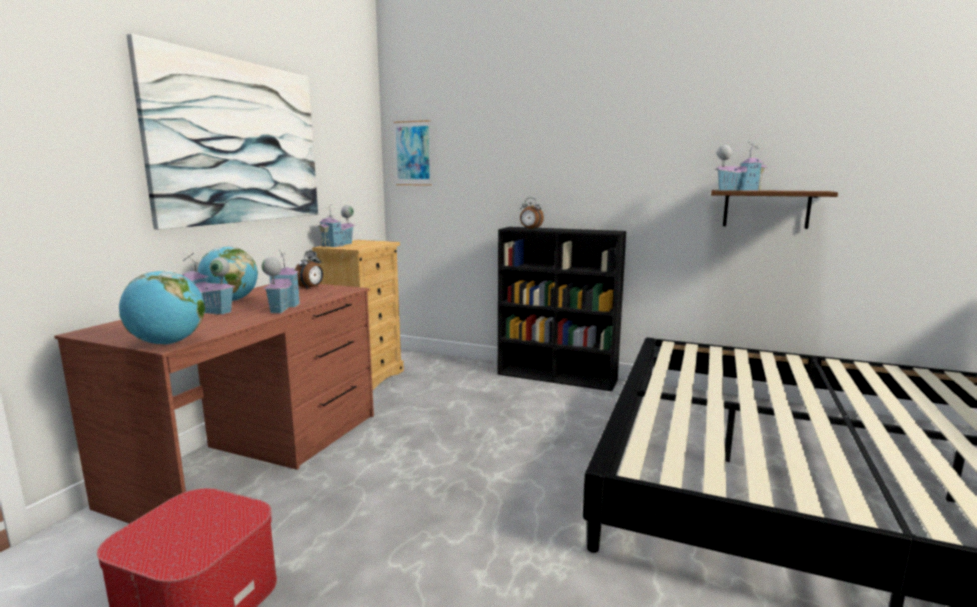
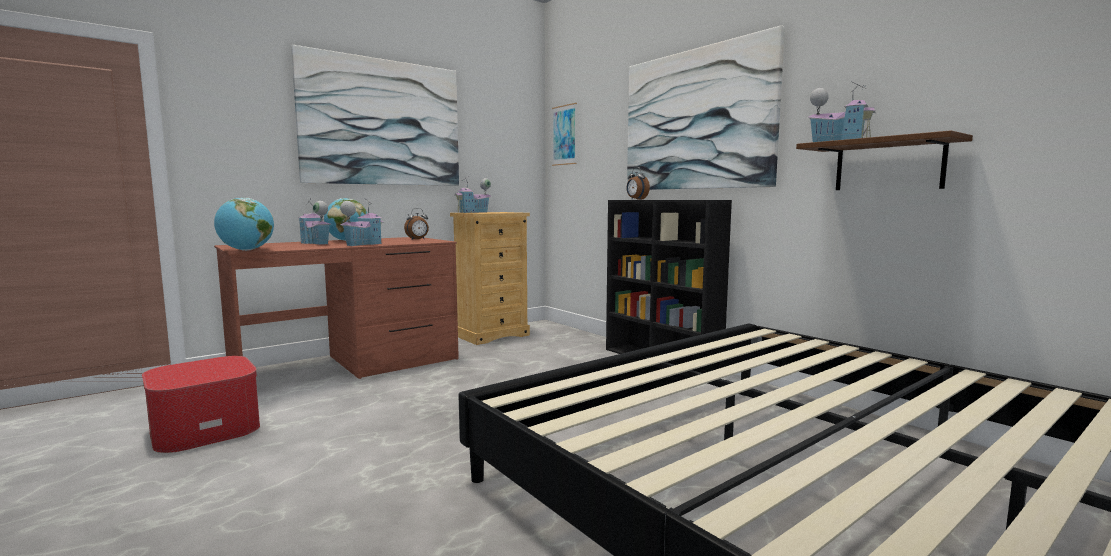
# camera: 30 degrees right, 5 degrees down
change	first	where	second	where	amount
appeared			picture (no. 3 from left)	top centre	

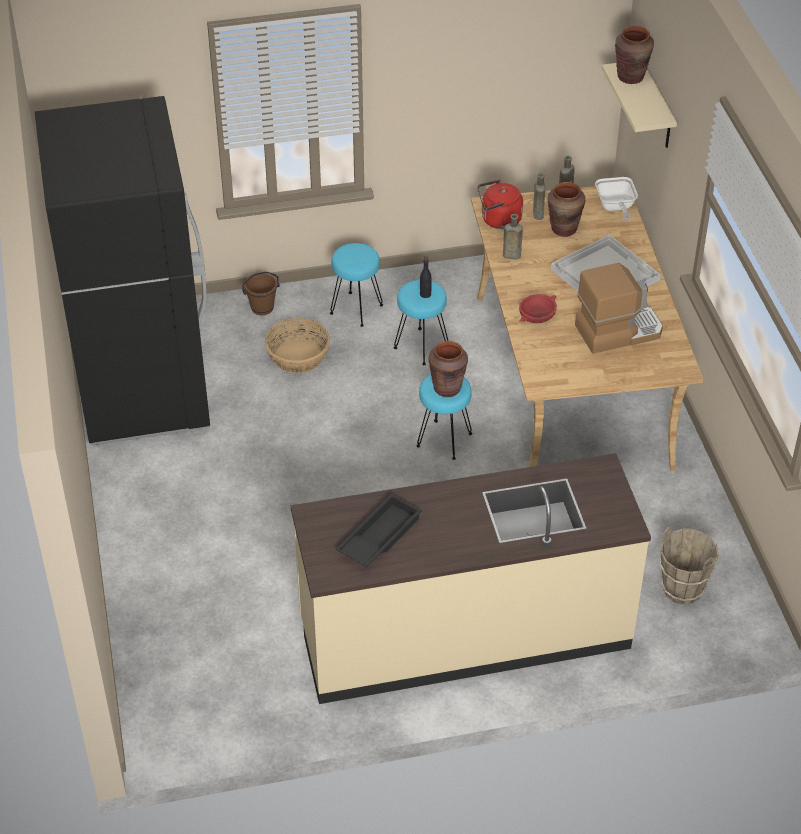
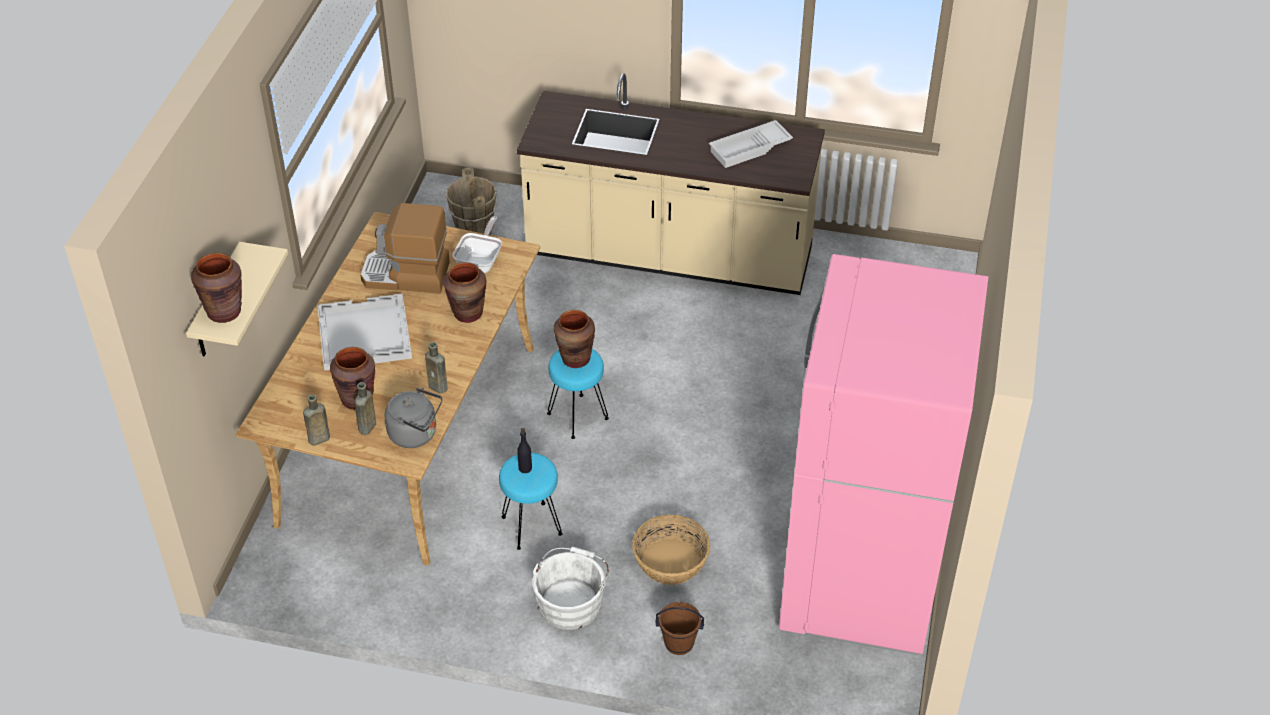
# camera: 155 degrees left, 0 degrees up
change	first	where	second	where	amount
colour	black fridge	top left	pink fridge	middle right	
relocated	frying pan	top right		centre	
colour	red kettle	top centre	grey kettle	middle left	
exchanged	turquoise stool (no. 1 from left)	centre	white bucket	bottom centre	
exchanged	red bowl	middle right	brown vase (no. 3 from left)	centre	
colour	black tray	centre	white tray (no. 2 from left)	top centre	

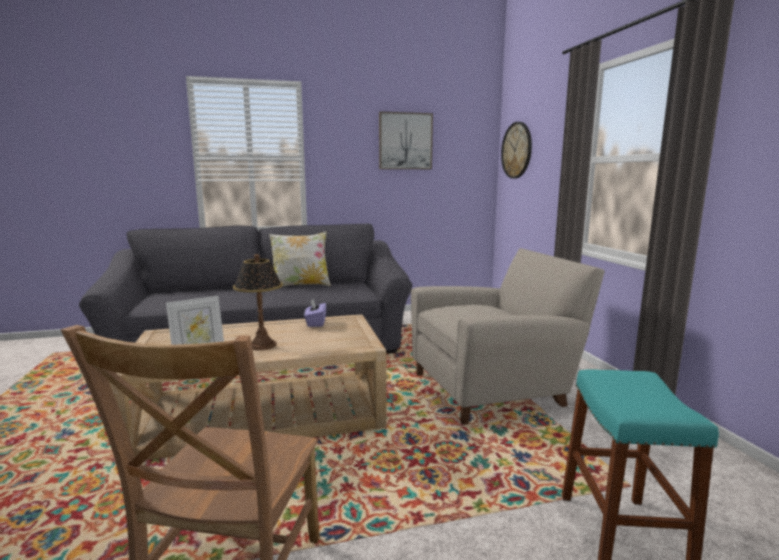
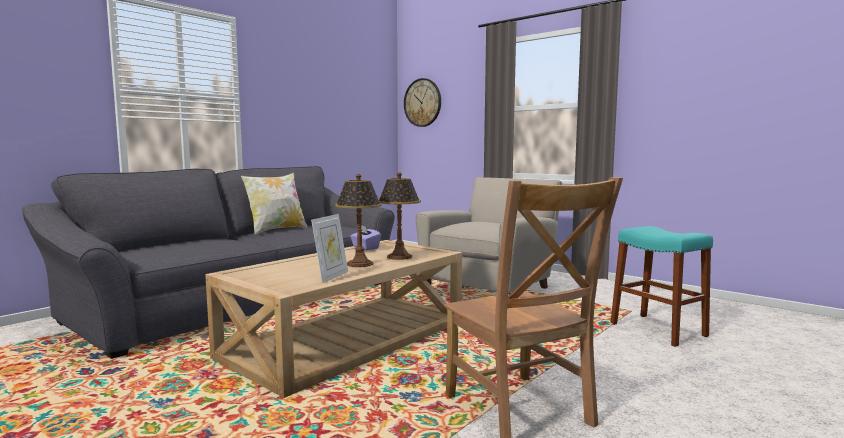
# camera: 35 degrees left, 5 degrees down
change	first	where	second	where	amount
missing	picture	top centre			
appeared			table lamp (no. 2 from left)	centre	

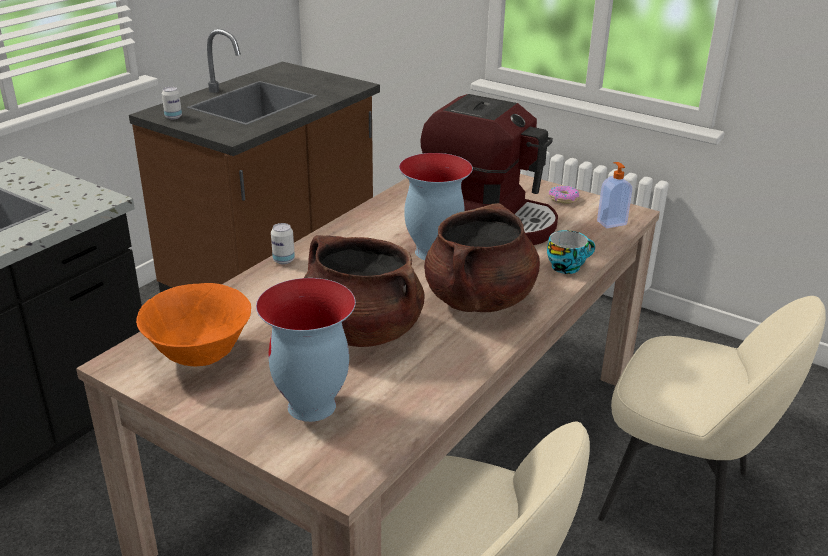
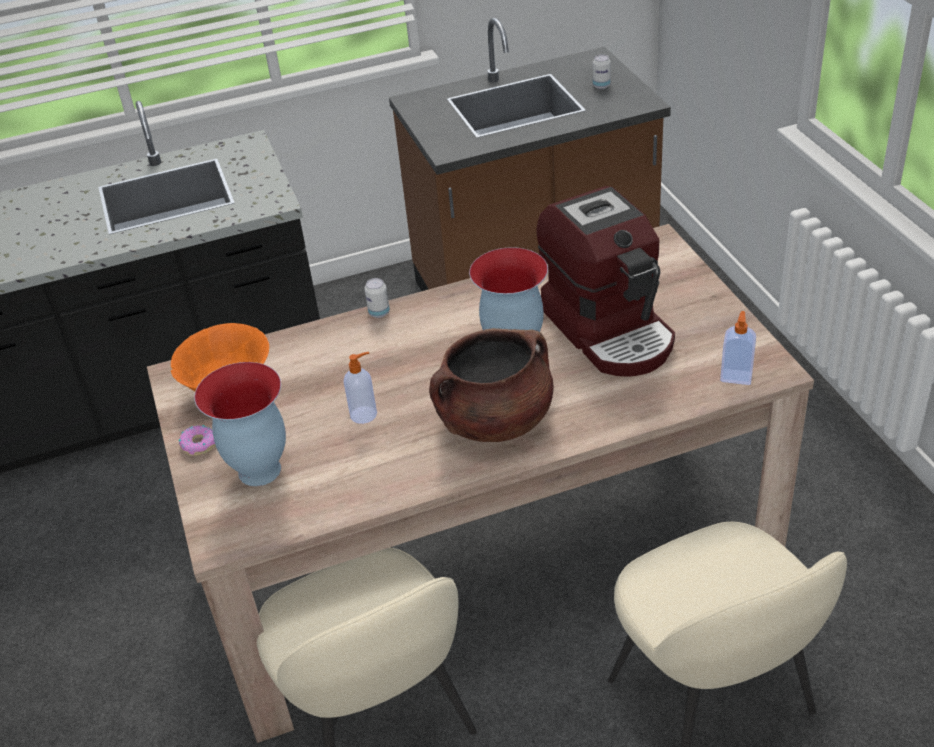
# camera: 40 degrees right, 10 degrees up
change	first	where	second	where	amount
relocated	can (no. 1 from left in the first image)	top left	can (no. 2 from left)	top centre	
relocated	donut	middle right		middle left	
missing	cup	middle right			
exchanged	brown cooking pot (no. 1 from left)	centre	soap dispenser (no. 1 from left)	centre	

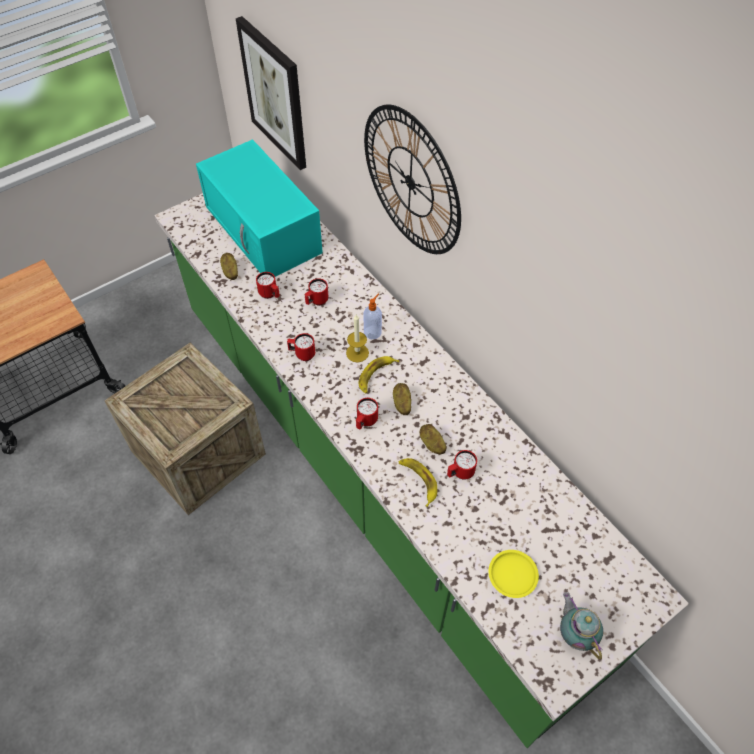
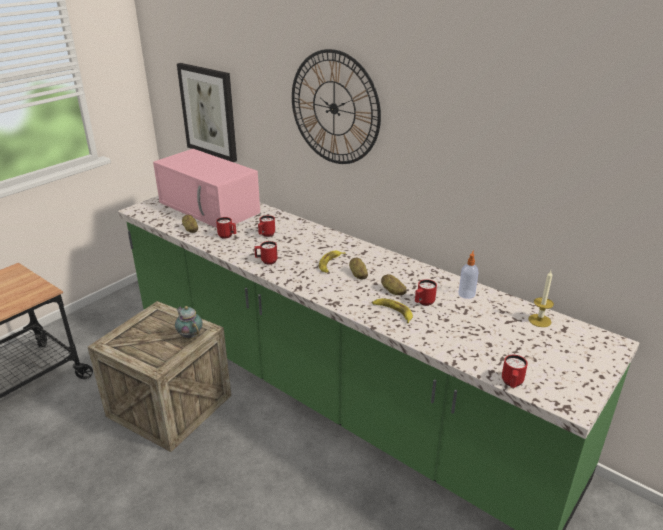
# camera: 15 degrees left, 25 degrees down
change	first	where	second	where	amount
colour	turquoise microwave	top centre	pink microwave	middle left	
relocated	soap dispenser	centre		middle right	
relocated	candle	centre		middle right	
relocated	red mug (no. 4 from left in the first image)	centre	red mug (no. 5 from left)	bottom right	
missing	yellow plate	bottom right			
relocated	teapot	bottom right		middle left	

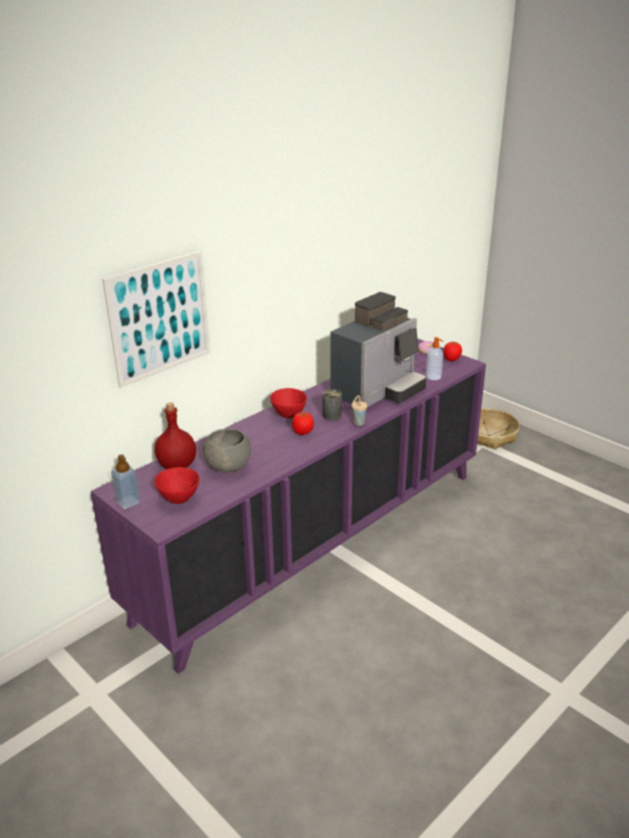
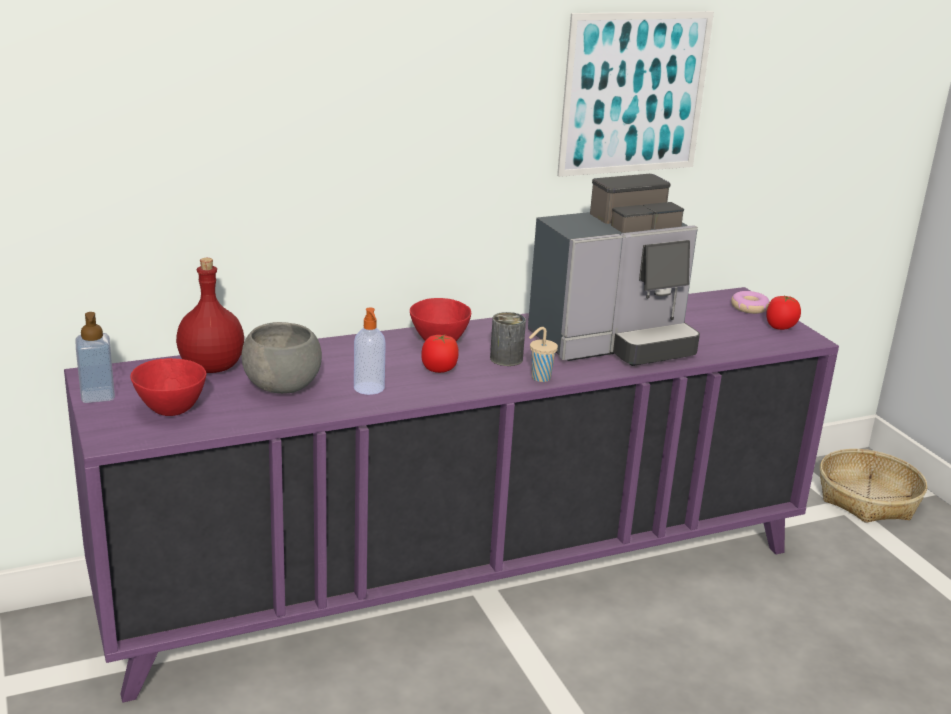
# camera: 20 degrees right, 5 degrees down
change	first	where	second	where	amount
relocated	picture	middle left		top right	
relocated	soap dispenser (no. 2 from left)	middle right		centre	

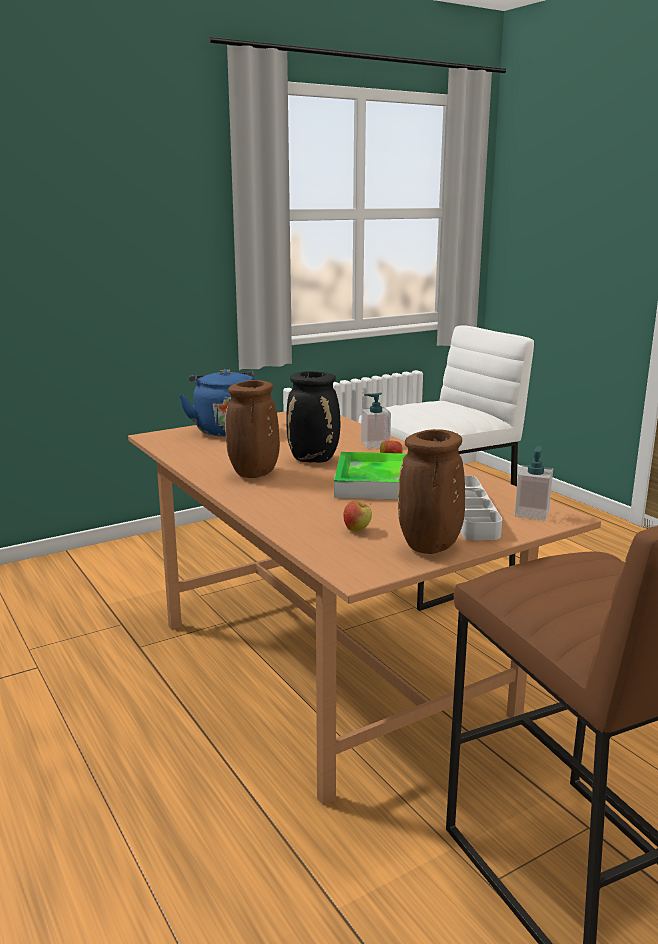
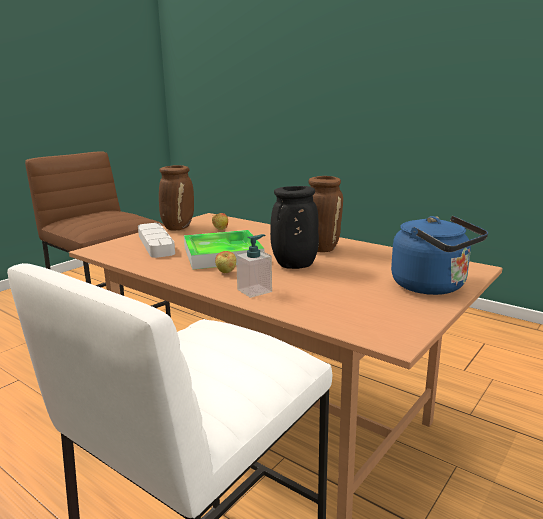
# camera: 160 degrees right, 0 degrees up
change	first	where	second	where	amount
missing	soap dispenser (no. 2 from left)	middle right			

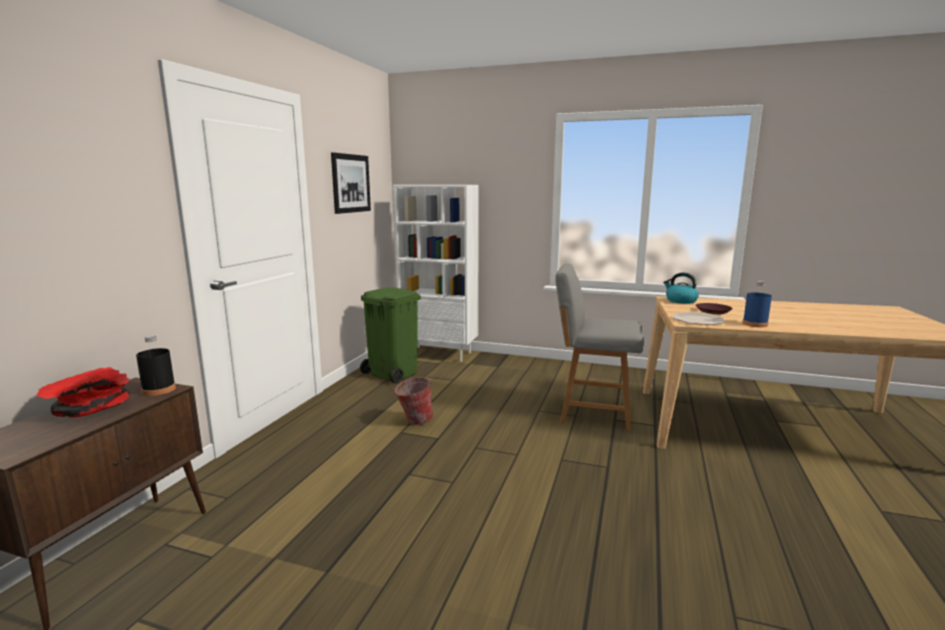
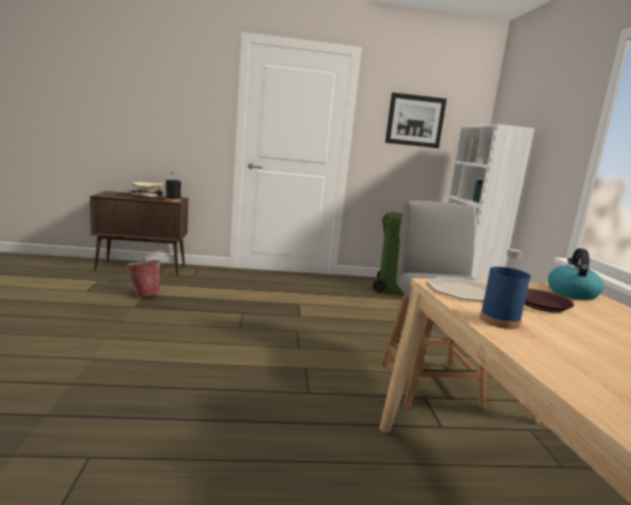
# camera: 65 degrees right, 0 degrees up
change	first	where	second	where	amount
colour	red bowl	middle left	beige bowl	middle left	
relocated	bucket	centre		middle left	

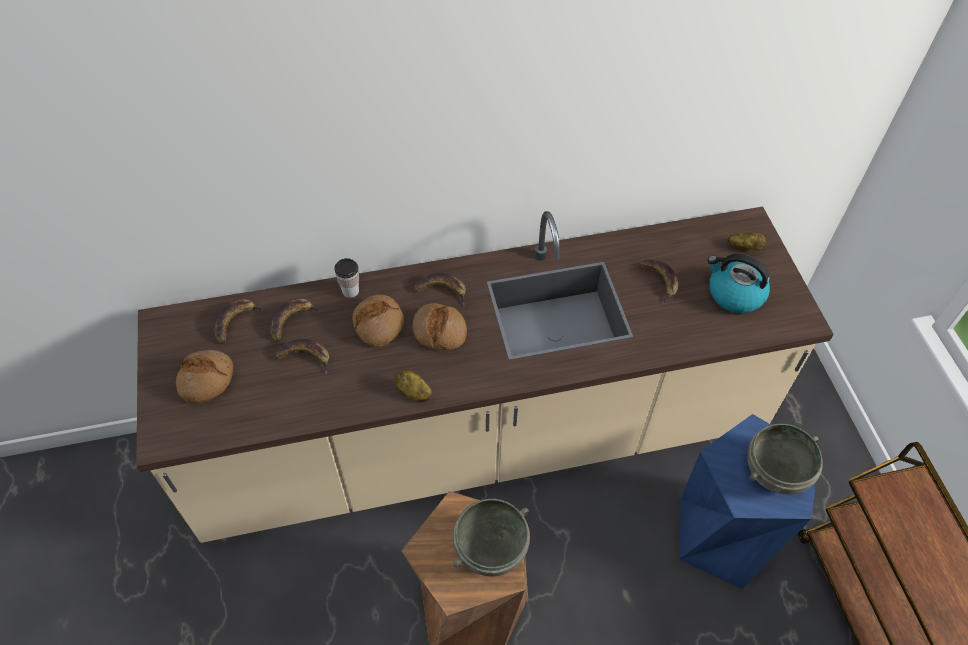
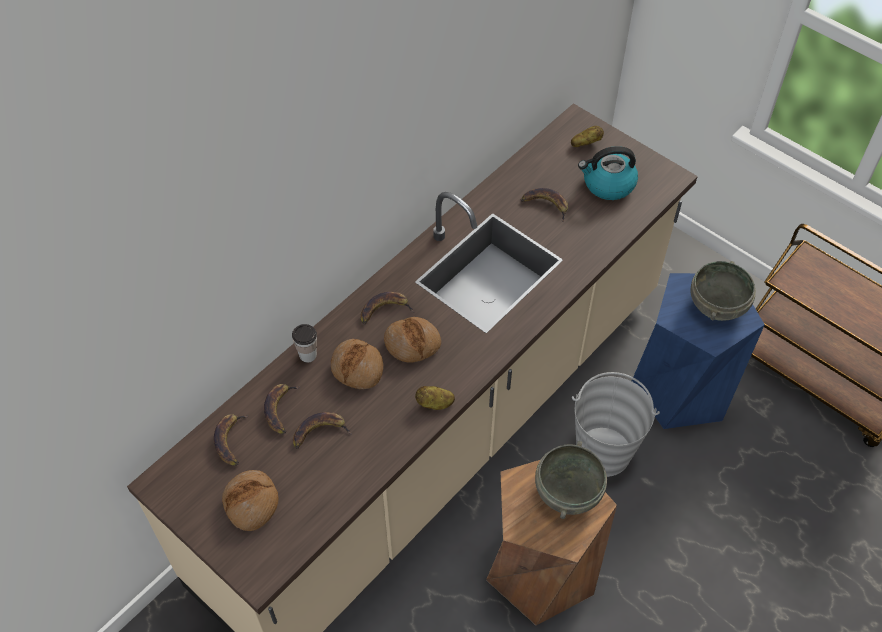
# camera: 35 degrees left, 0 degrees up
change	first	where	second	where	amount
appeared			grey bucket	bottom right	

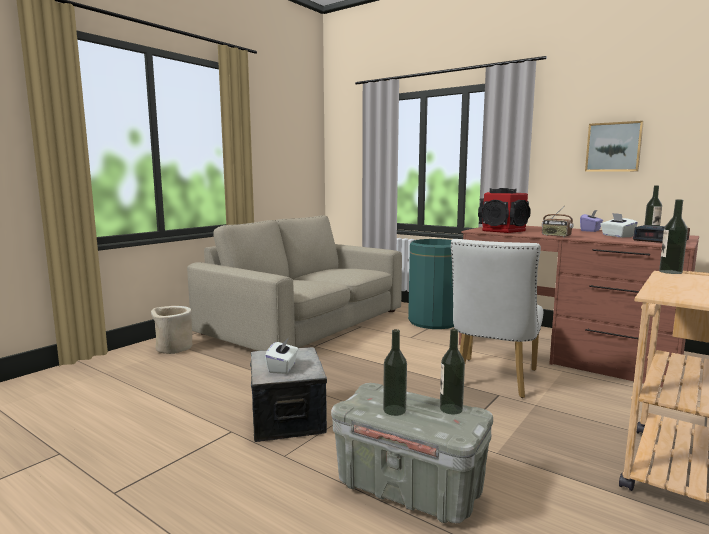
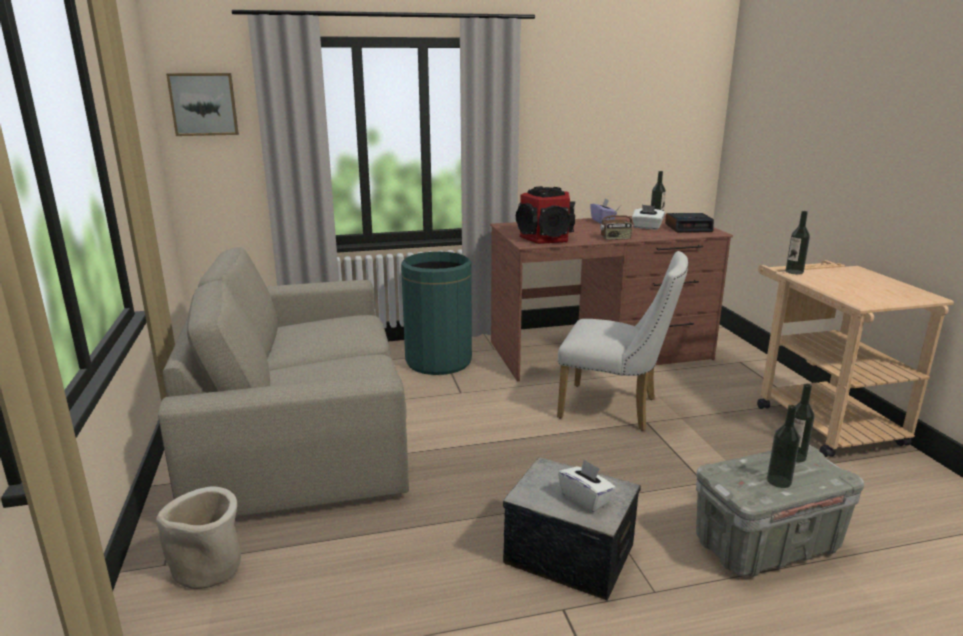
# camera: 50 degrees left, 10 degrees up
change	first	where	second	where	amount
relocated	picture	top right		top left	
spun	white chair	middle right		centre	45 degrees counterclockwise

